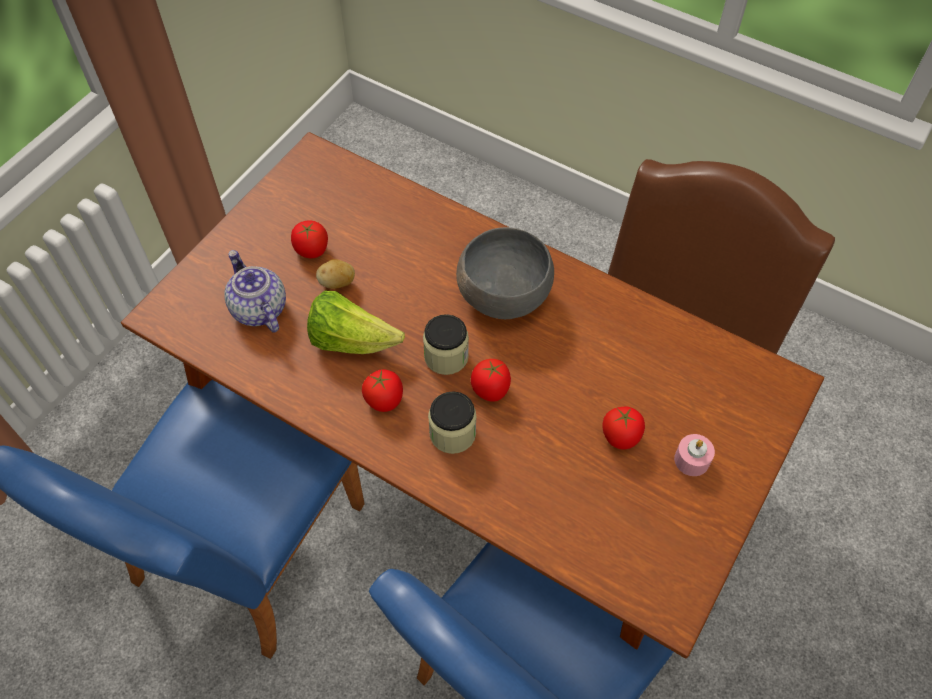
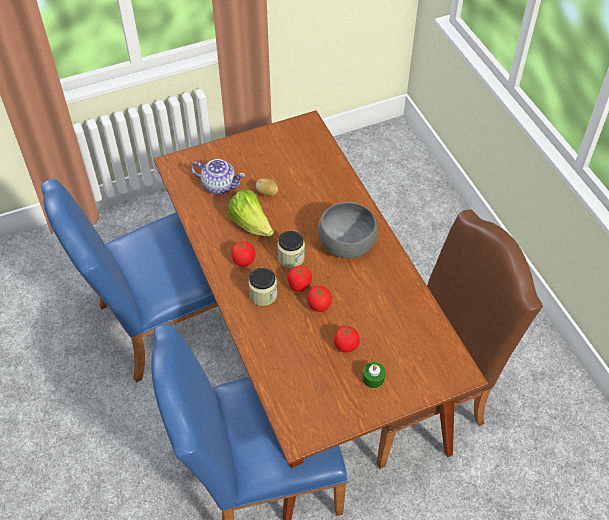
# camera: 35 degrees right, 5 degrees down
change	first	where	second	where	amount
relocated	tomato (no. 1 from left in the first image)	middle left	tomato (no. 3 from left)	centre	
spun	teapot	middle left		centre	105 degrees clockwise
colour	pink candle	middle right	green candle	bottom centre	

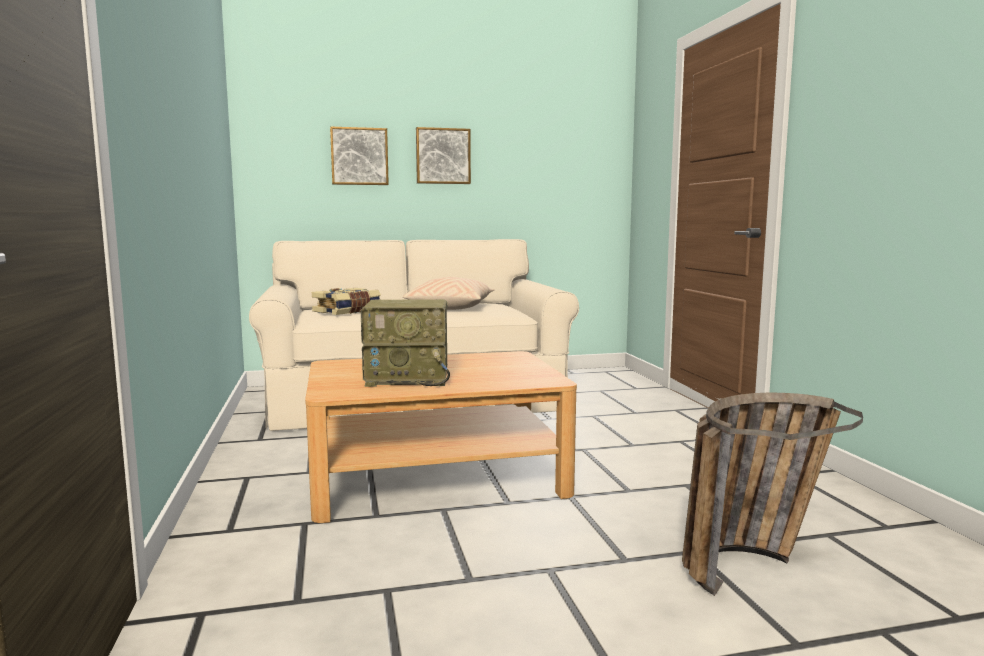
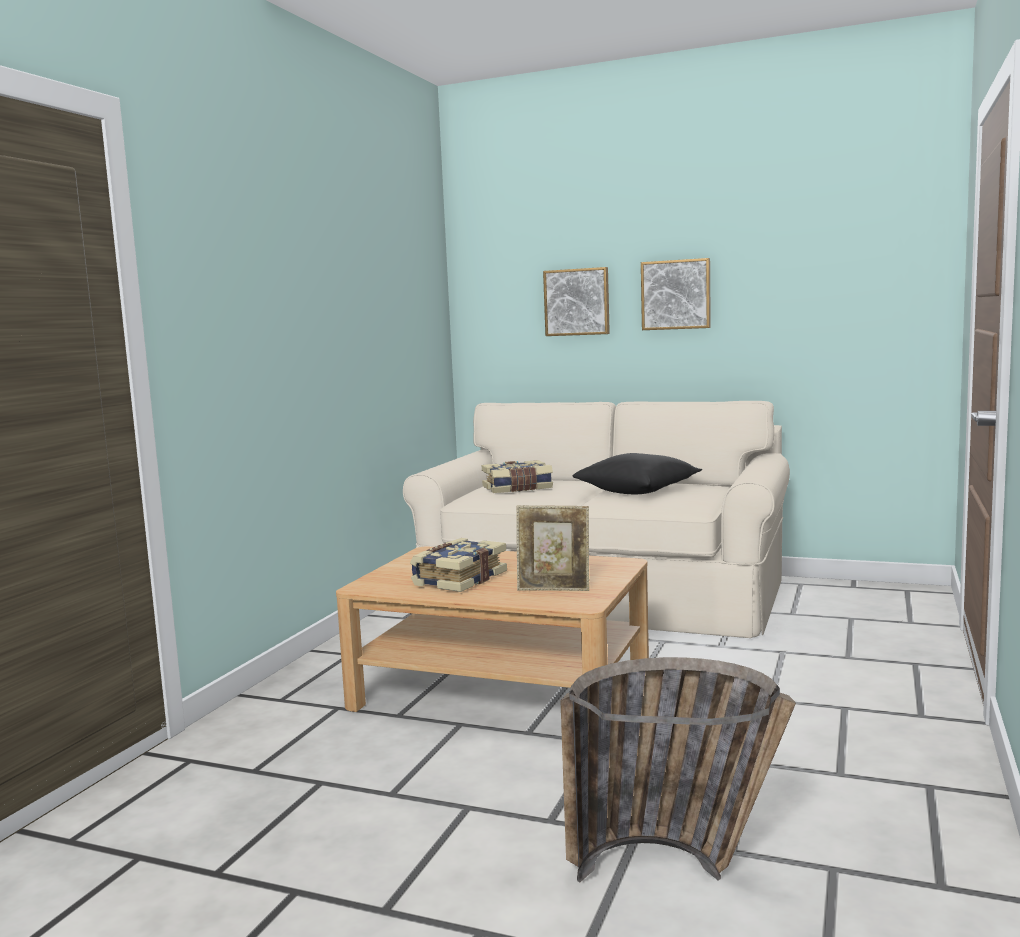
# camera: 35 degrees right, 0 degrees up
change	first	where	second	where	amount
colour	beige pillow	centre	black pillow	centre	
exchanged	radio	centre	book (no. 1 from left)	centre	
appeared			picture frame	centre	

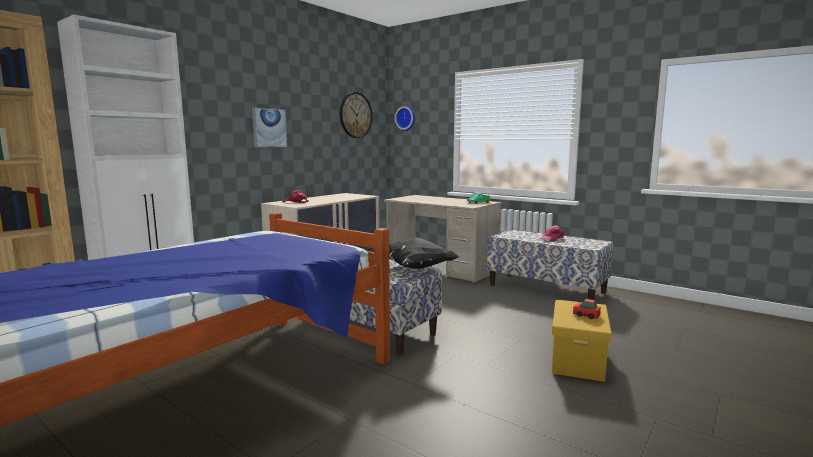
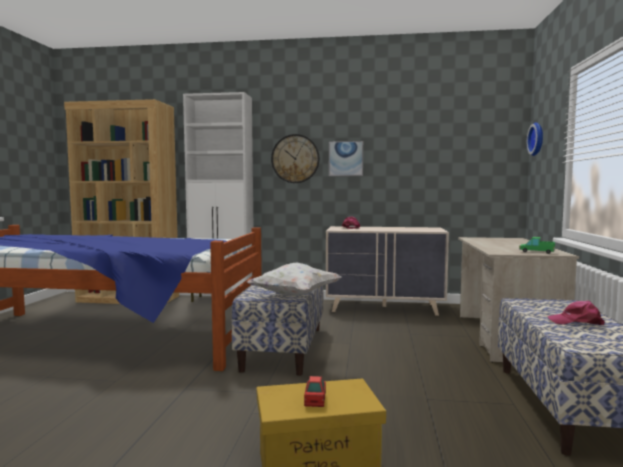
# camera: 60 degrees right, 5 degrees down
change	first	where	second	where	amount
relocated	wall clock (no. 1 from left)	top centre		centre	
colour	black pillow	centre	white pillow	centre	

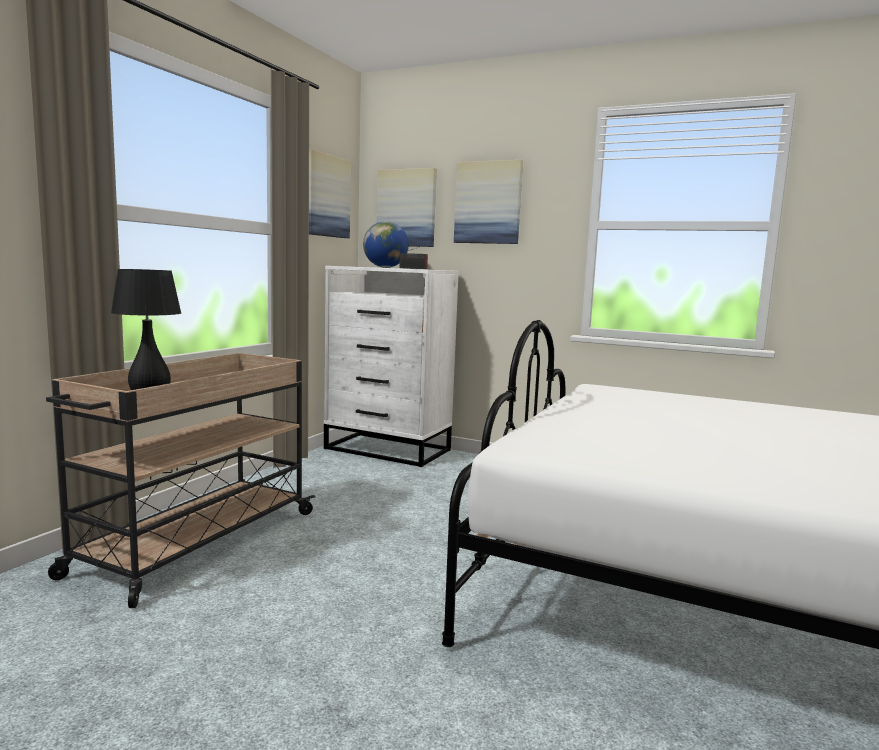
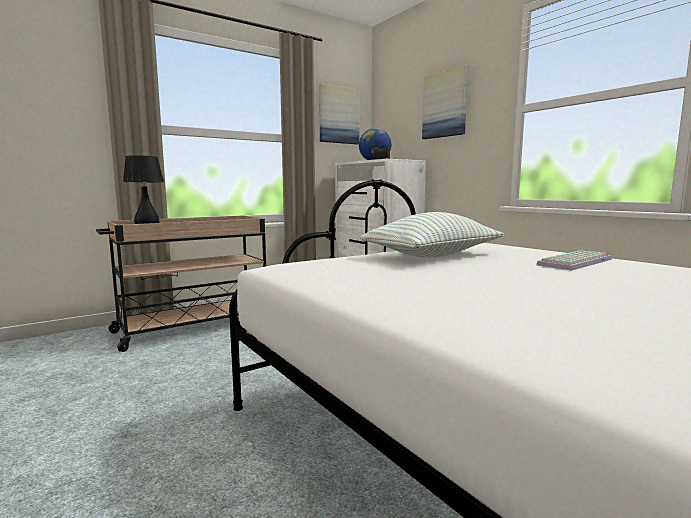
# camera: 30 degrees right, 0 degrees up
change	first	where	second	where	amount
missing	picture (no. 2 from left)	top centre			
appeared			pillow	centre	
appeared			keyboard	middle right	

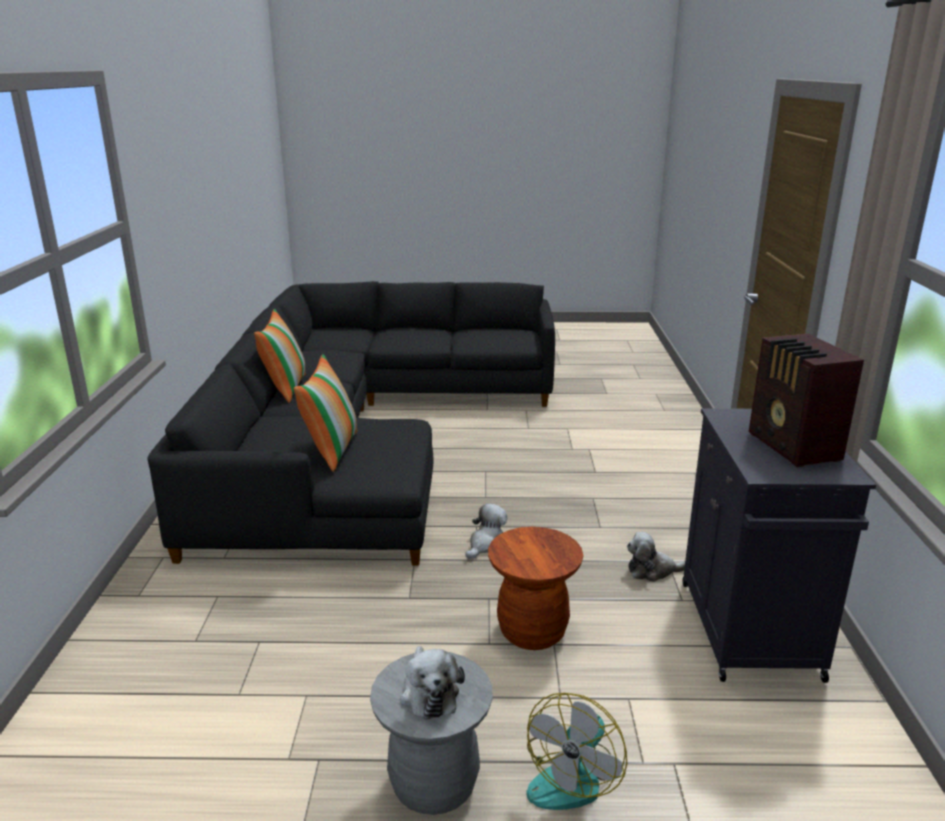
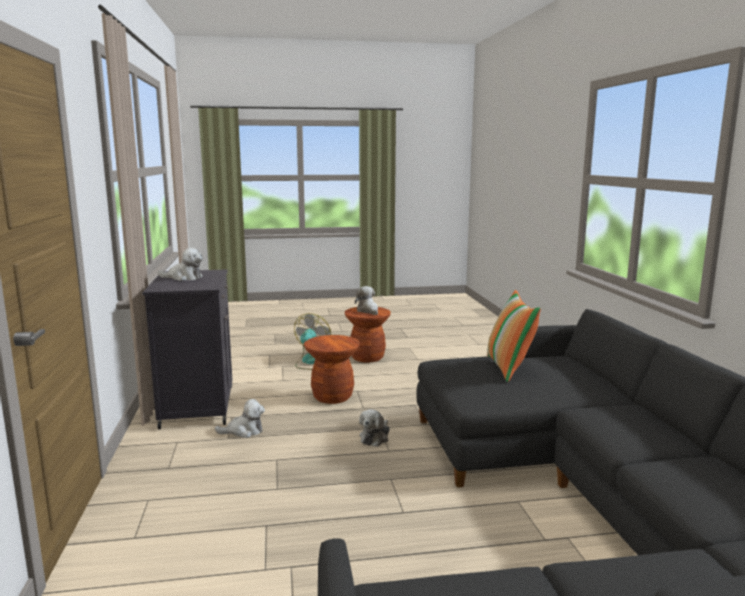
# camera: 170 degrees right, 10 degrees down
change	first	where	second	where	amount
missing	pillow (no. 1 from left)	middle left			
exchanged	radio	middle right	plush toy (no. 1 from left)	middle left	
colour	grey stool	bottom centre	brown stool (no. 2 from left)	centre	

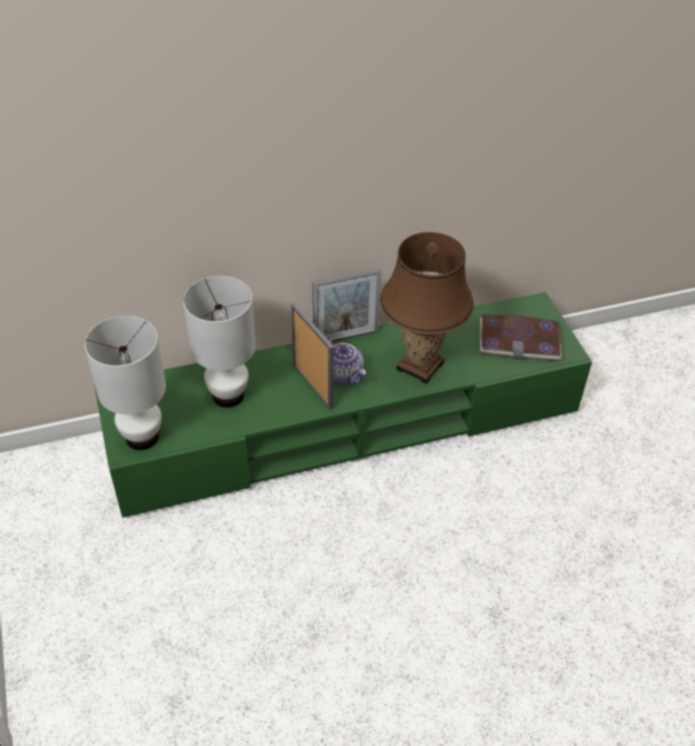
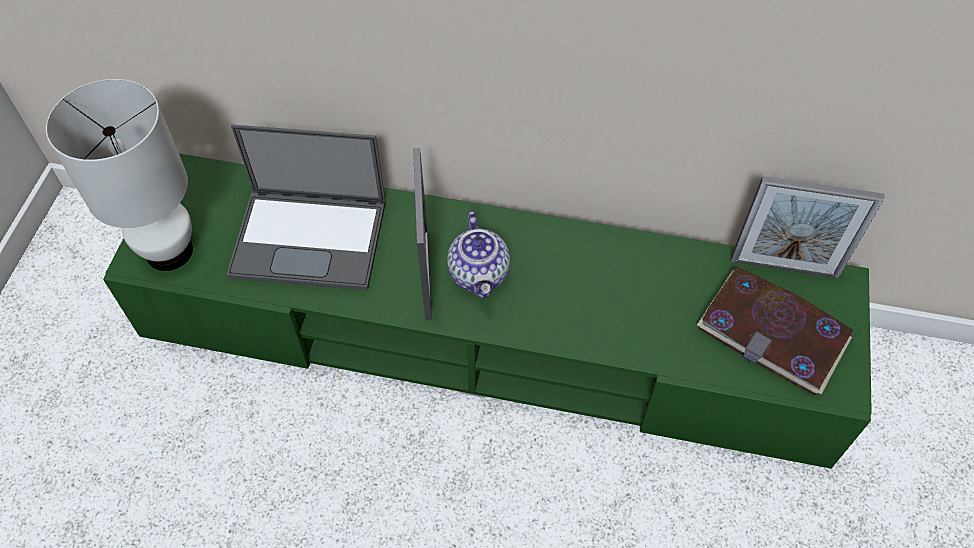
# camera: 30 degrees right, 10 degrees up
change	first	where	second	where	amount
missing	brown table lamp	centre			
relocated	picture frame (no. 2 from left)	centre		middle right	
exchanged	white table lamp (no. 2 from left)	middle left	laptop	middle left	

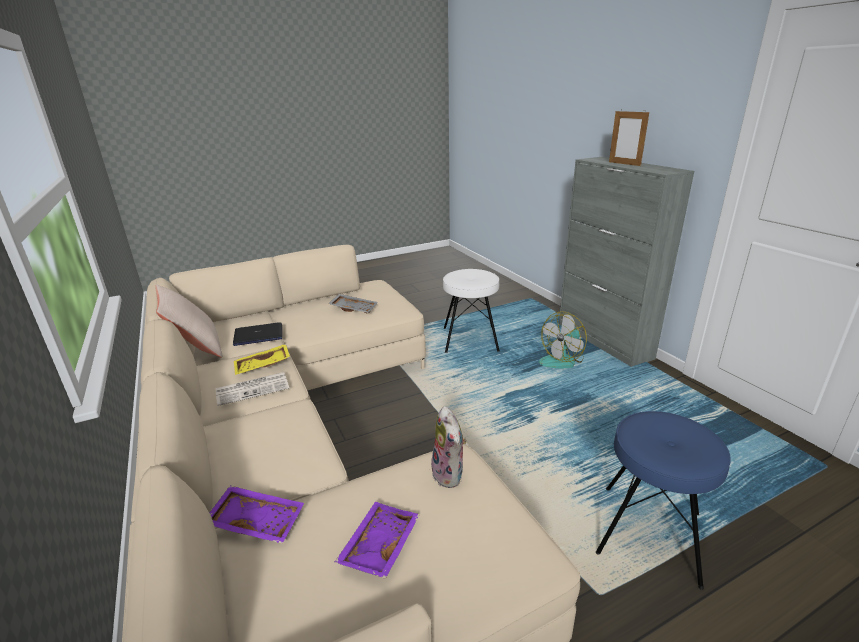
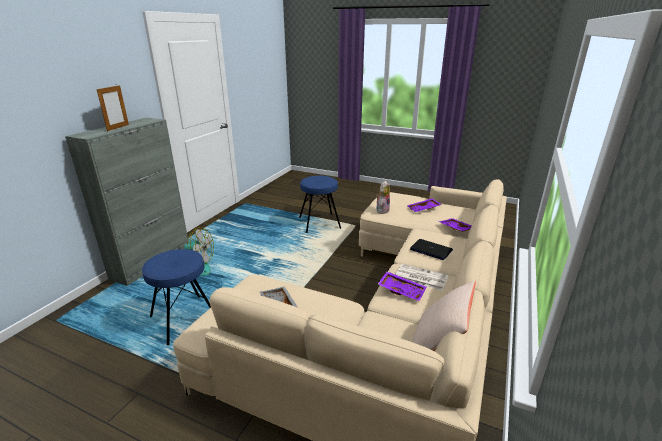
# camera: 130 degrees left, 0 degrees up
change	first	where	second	where	amount
colour	white stool	centre	blue stool (no. 1 from left)	bottom left	
relocated	laptop	middle left		centre	
colour	yellow tray	middle left	purple tray (no. 1 from left)	centre	

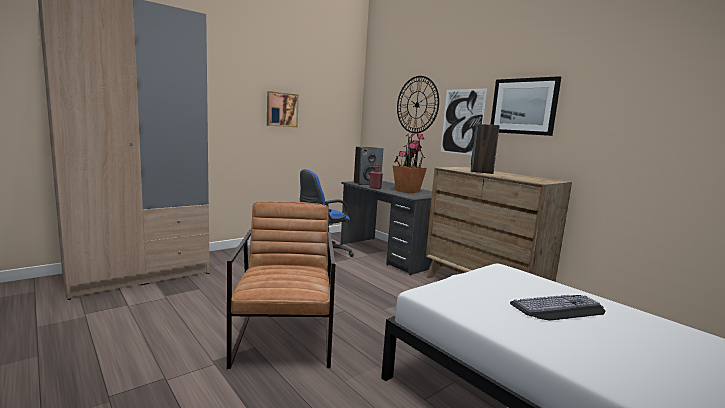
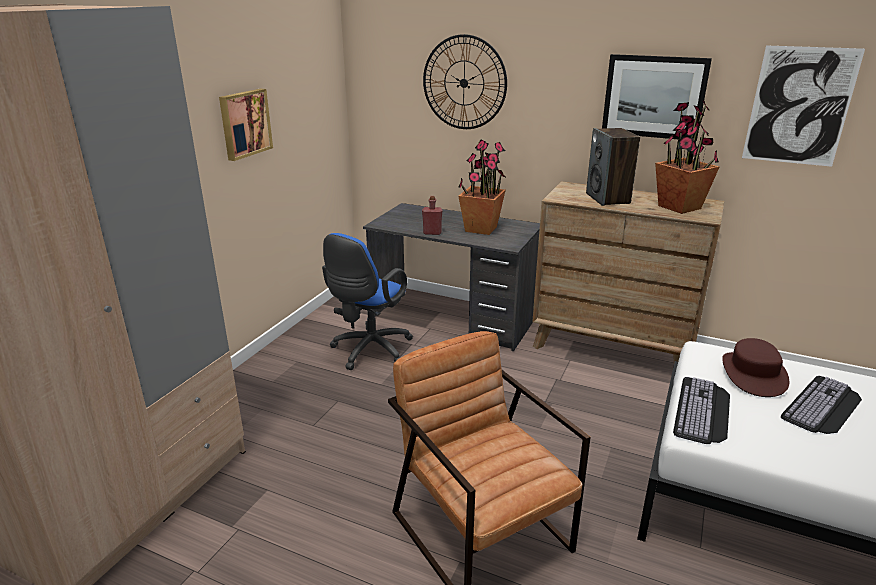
# camera: 25 degrees left, 15 degrees up
change	first	where	second	where	amount
relocated	picture (no. 2 from left in the first image)	top centre	picture (no. 3 from left)	top right	
missing	speaker (no. 1 from left)	centre			
appeared			potted plant (no. 2 from left)	top right	
appeared			brown hat	middle right	
appeared			keyboard (no. 1 from left)	bottom right	

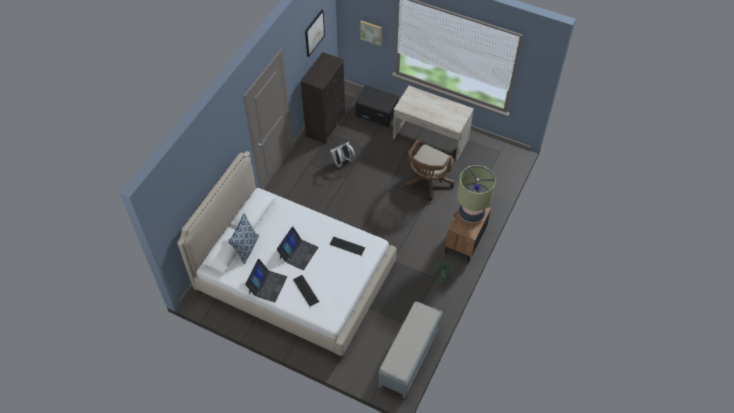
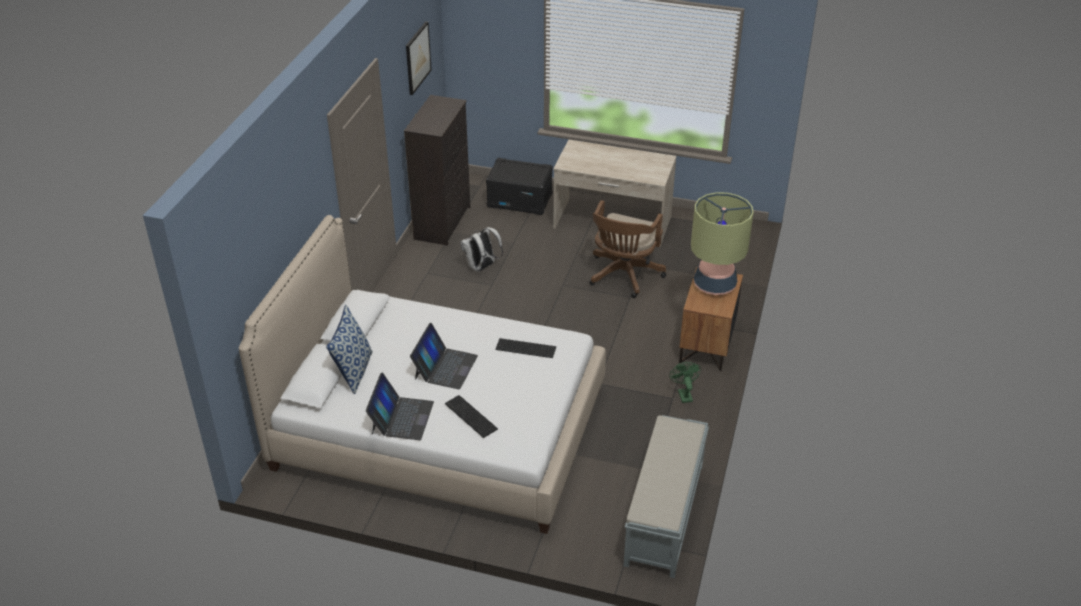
# camera: 10 degrees left, 15 degrees down
change	first	where	second	where	amount
missing	picture (no. 2 from left)	top centre			

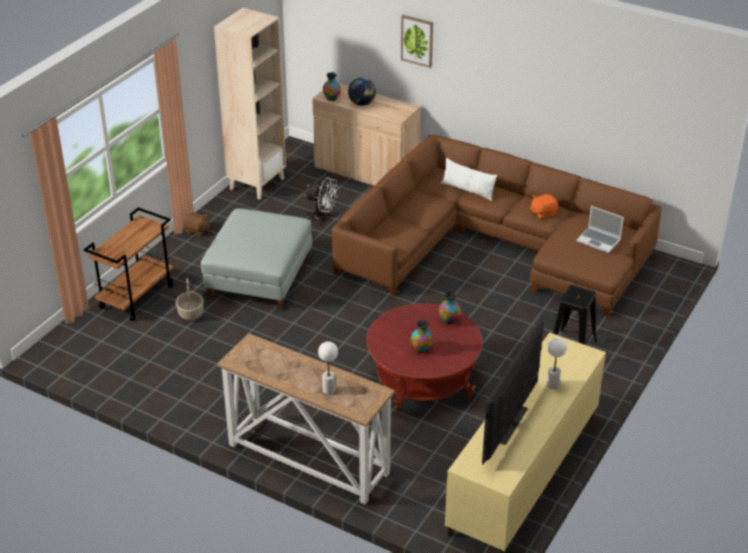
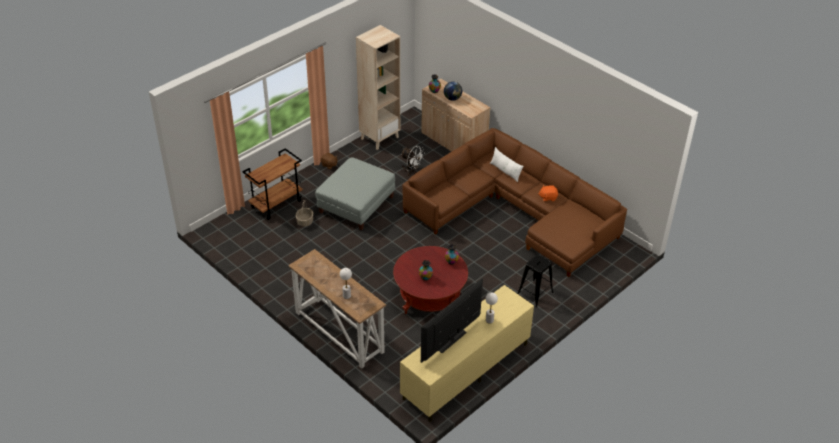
# camera: 15 degrees right, 5 degrees up
change	first	where	second	where	amount
missing	picture	top centre			
missing	laptop	middle right			

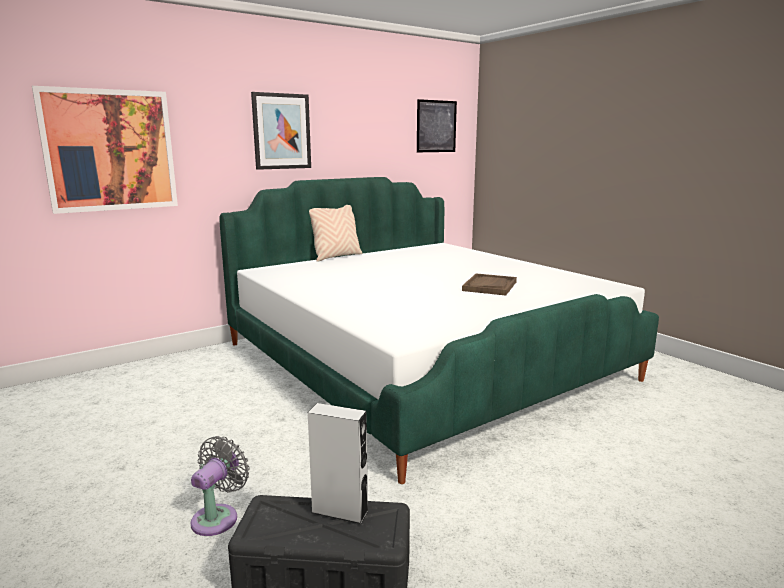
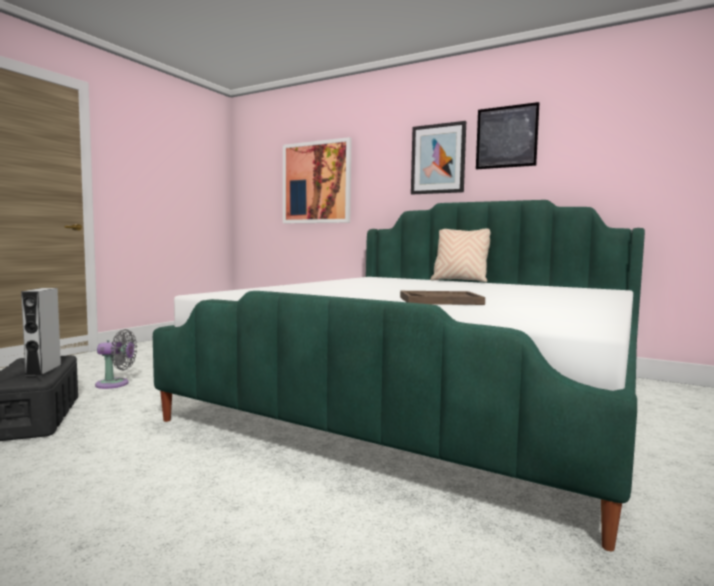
# camera: 65 degrees right, 10 degrees down
change	first	where	second	where	amount
relocated	picture (no. 3 from left)	top centre		top right	

